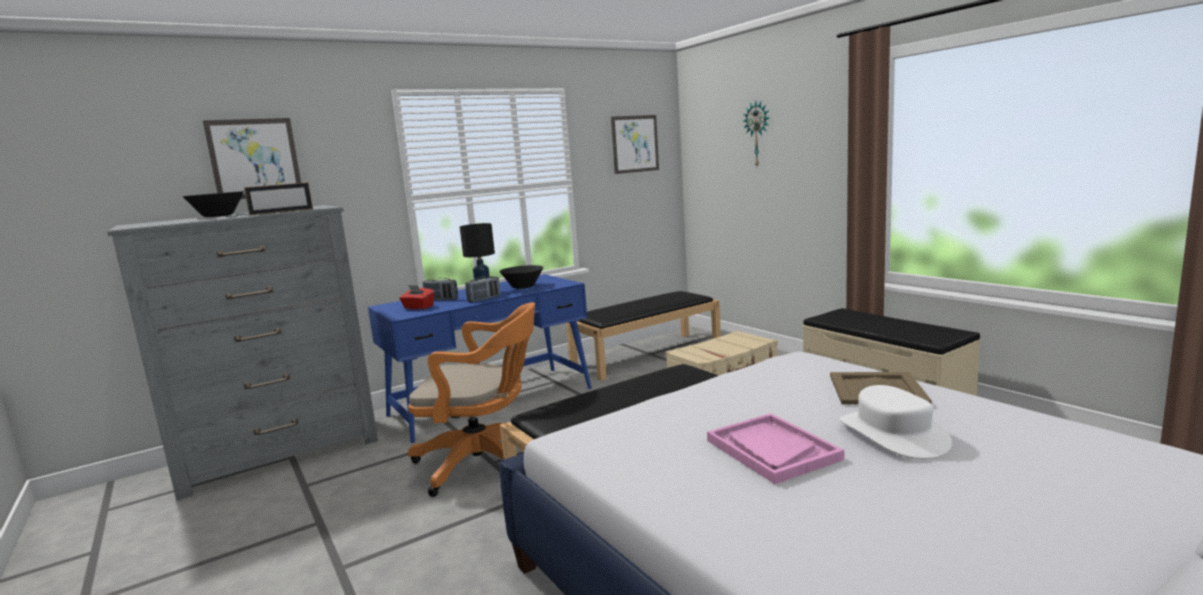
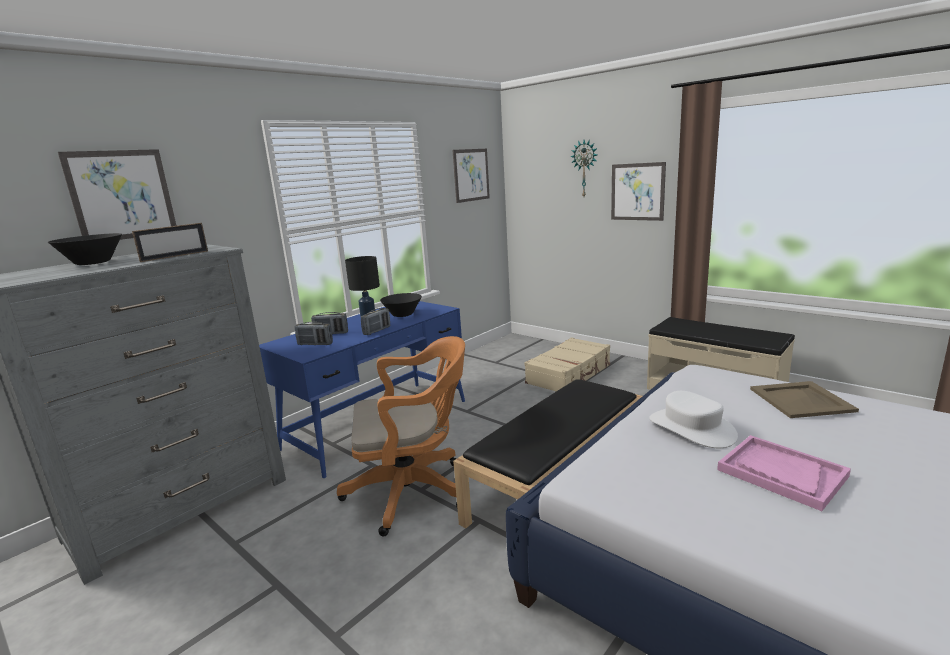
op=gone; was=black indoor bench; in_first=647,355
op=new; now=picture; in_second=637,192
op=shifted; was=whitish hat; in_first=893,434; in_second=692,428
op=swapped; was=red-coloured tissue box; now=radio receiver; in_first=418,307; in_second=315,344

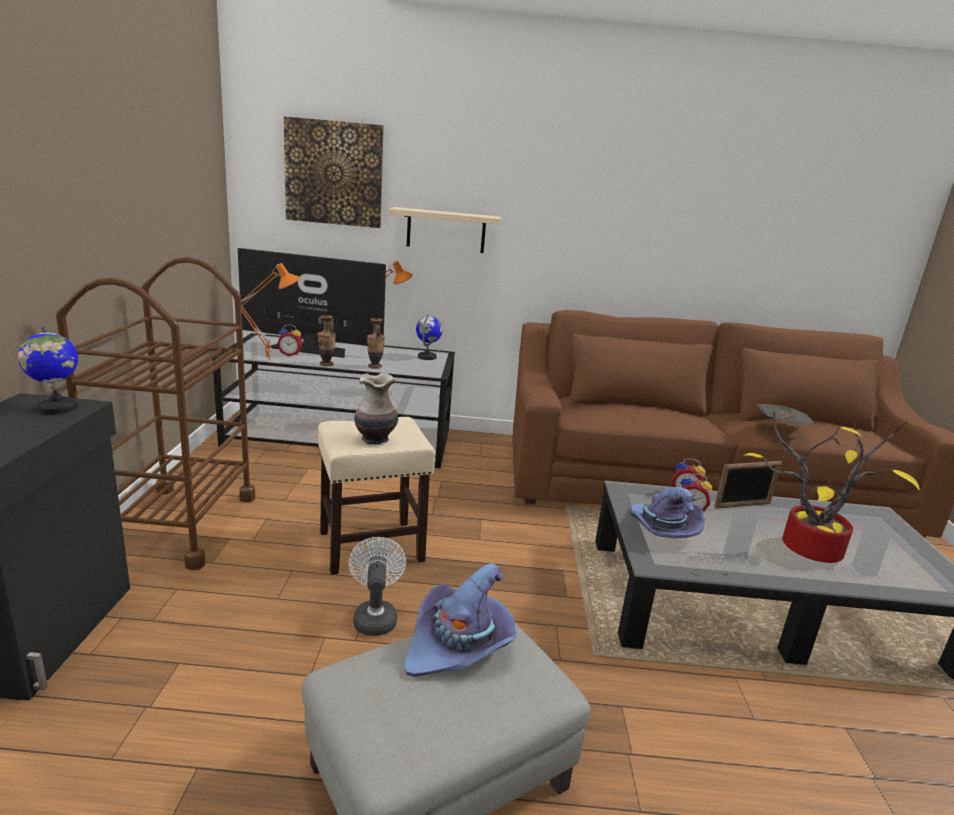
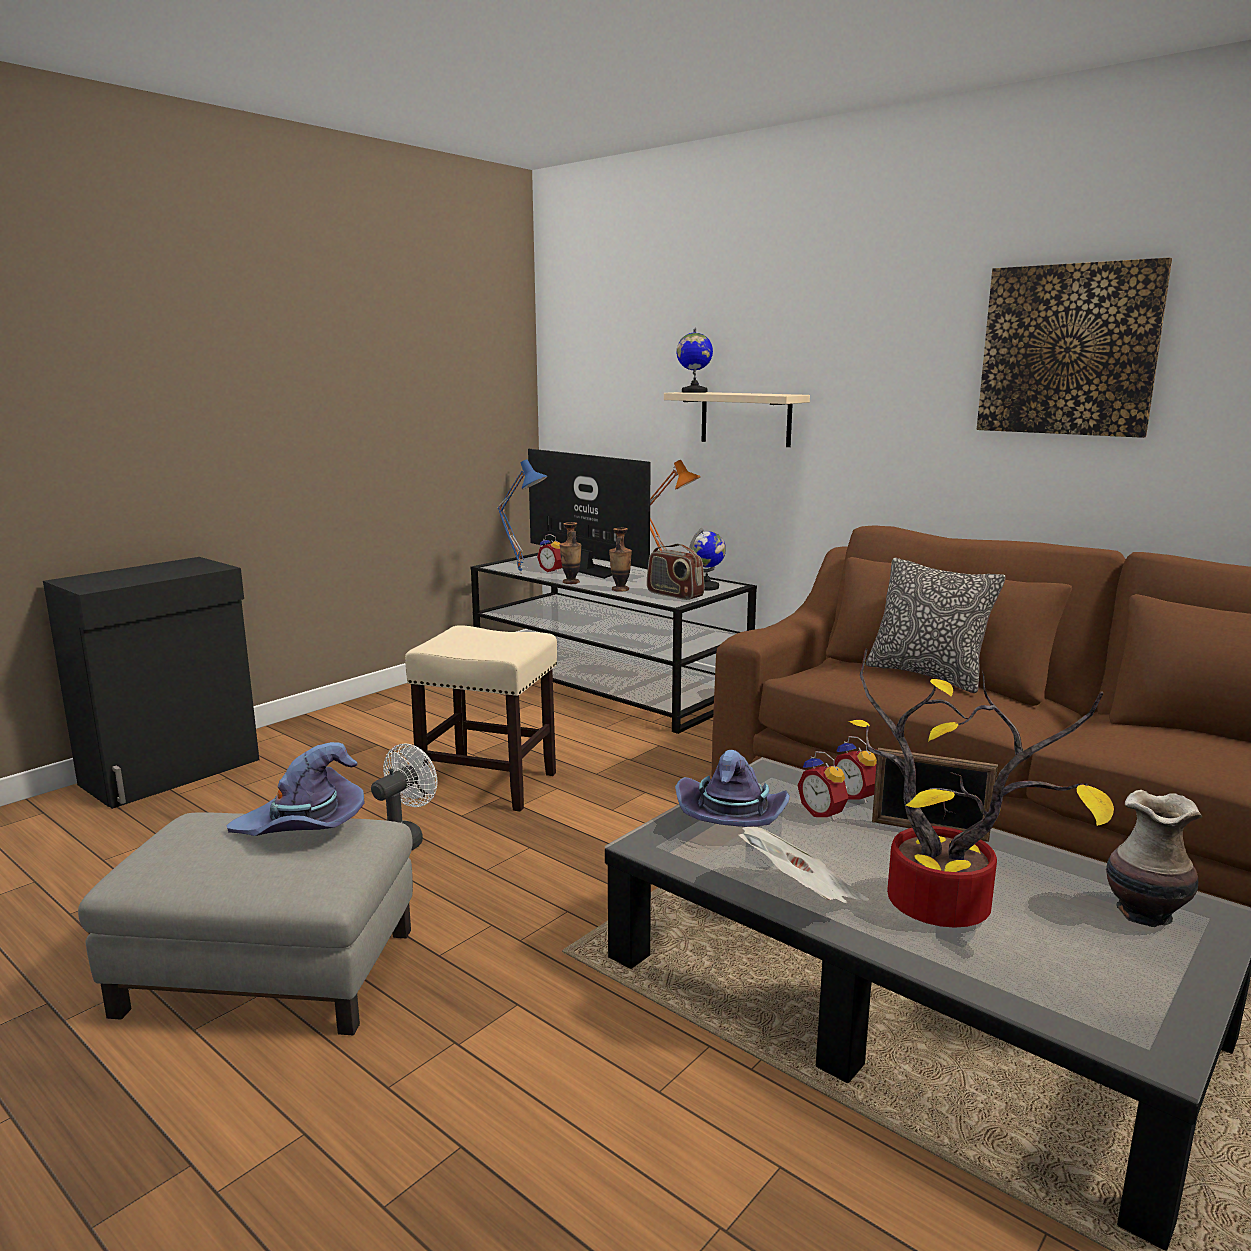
op=gone; was=brown cart; in_first=178,525
op=new; now=radio receiver; in_second=674,595
op=new; now=throw pillow; in_second=927,675
op=shifted; was=world globe; in_first=57,408; in_second=694,392
op=shifted; was=picture; in_first=334,173; in_second=1068,350
op=shifted; was=decorative vase; in_first=374,439; in_second=1143,913
op=shifted; was=daily paper; in_first=782,429; in_second=801,896
op=repainted; was=orange-coloured lamp for a table; now=bluish lamp for a table; in_first=270,359; in_second=522,573

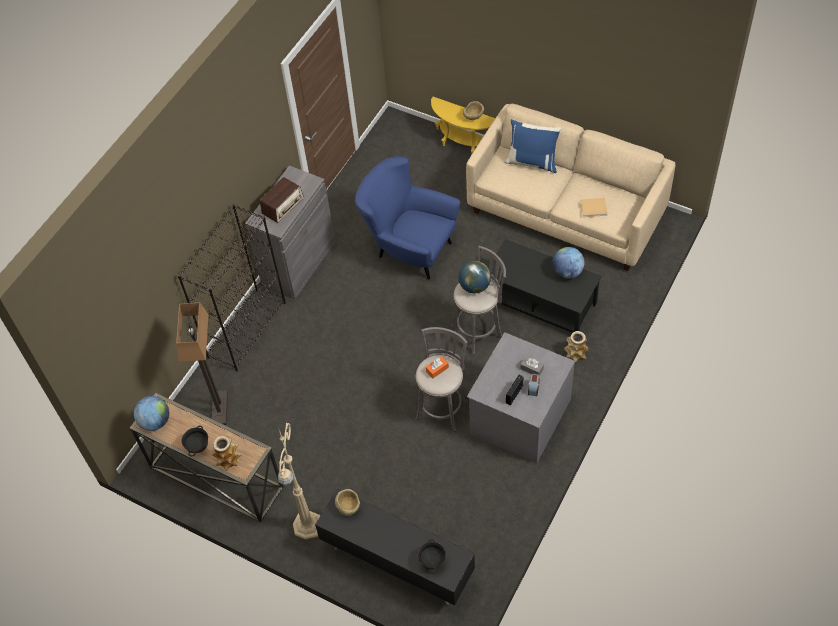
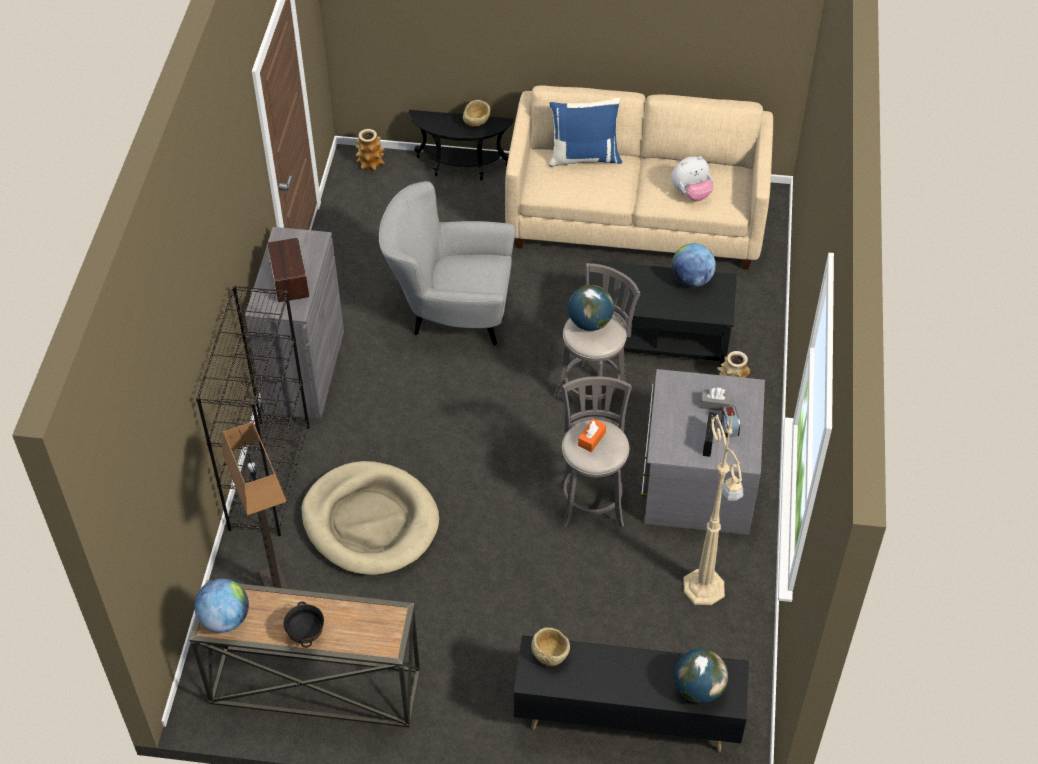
op=new; now=beige pet bed; in_second=370,522
op=shifted; was=decorative vase; in_first=228,459; in_second=371,162
op=shifted; was=beige standing lamp; in_first=307,527; in_second=704,589
op=swapped; was=black deep dish; now=world globe; in_first=432,561; in_second=698,689
op=swapped; was=beige book; now=soft toy; in_first=594,208; in_second=691,193
op=repainted; was=bluish armchair; now=gray armchair; in_first=409,249; in_second=451,314
op=repainted; was=yellowish end table; now=black end table; in_first=462,144; in_second=460,168
op=rotated; was=radio receiver; in_first=283,205; in_second=289,279; clockwise=150

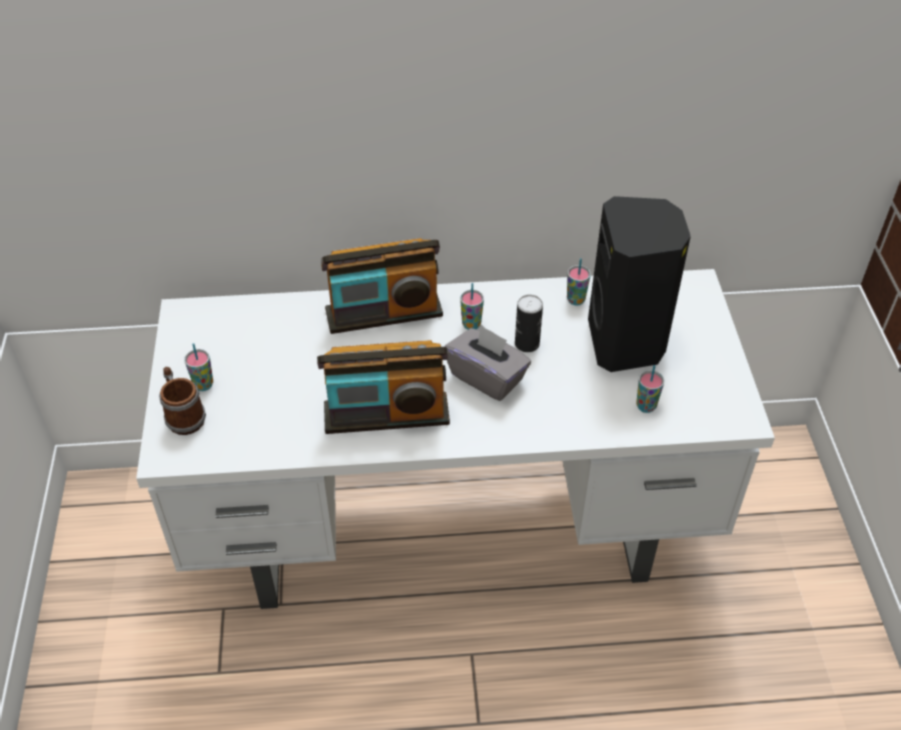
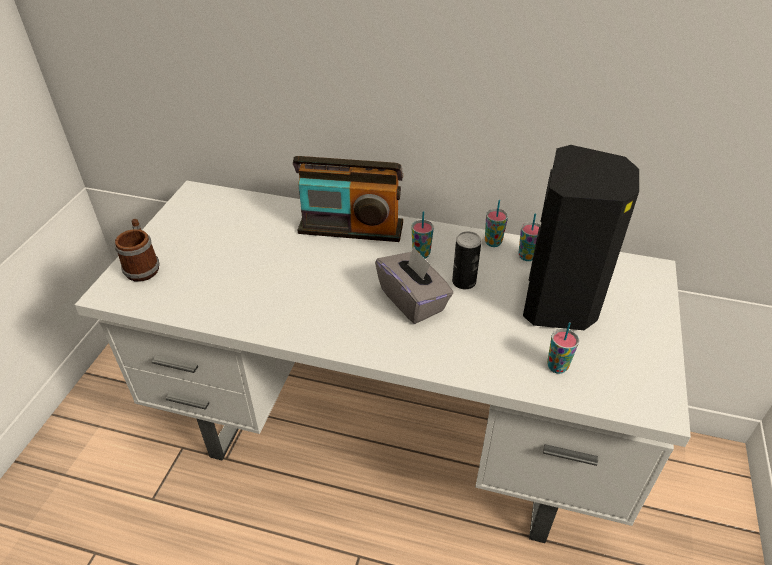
op=gone; was=radio receiver; in_first=386,415
op=shifted; was=cup; in_first=203,385; in_second=493,242

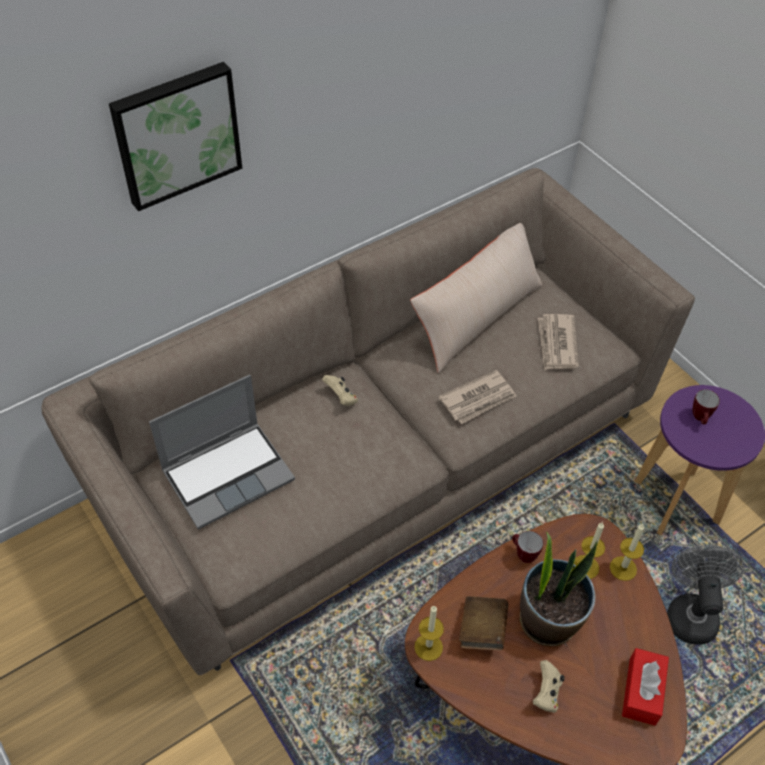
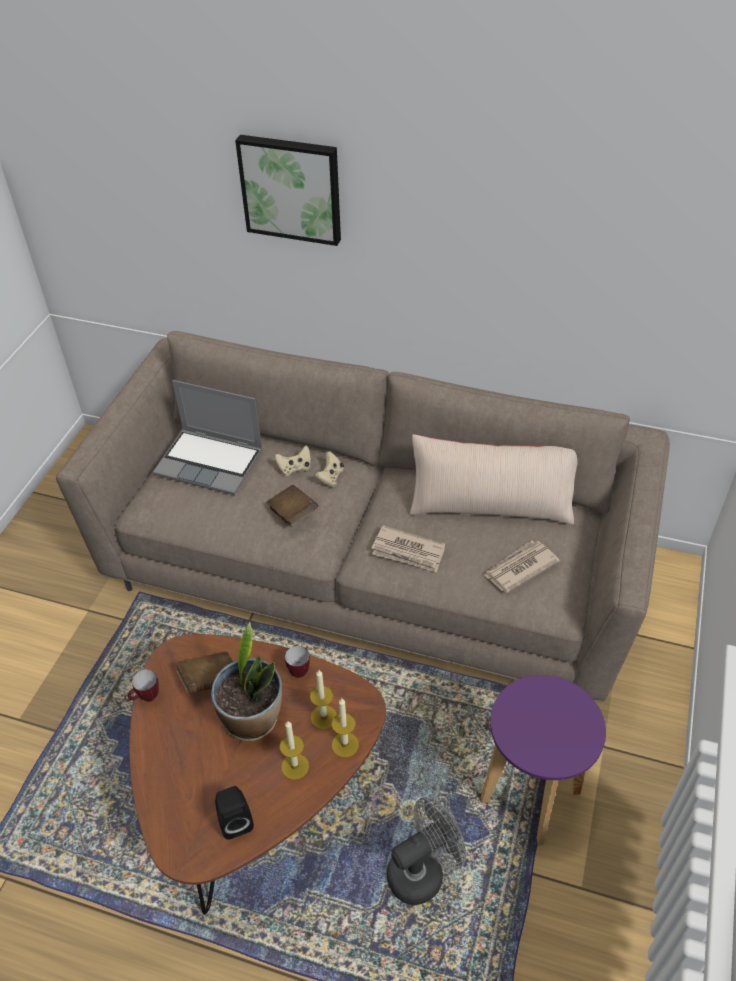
op=new; now=brown book; in_second=293,514
op=shifted; was=wax candle; in_first=428,647; in_second=295,766
op=shifted; was=beige game controller; in_first=546,693; in_second=294,468
op=shifted; was=tea mug; in_first=700,419; in_second=146,698
op=swapped; was=red-coloured tissue box; now=black speaker; in_first=642,691; in_second=235,820

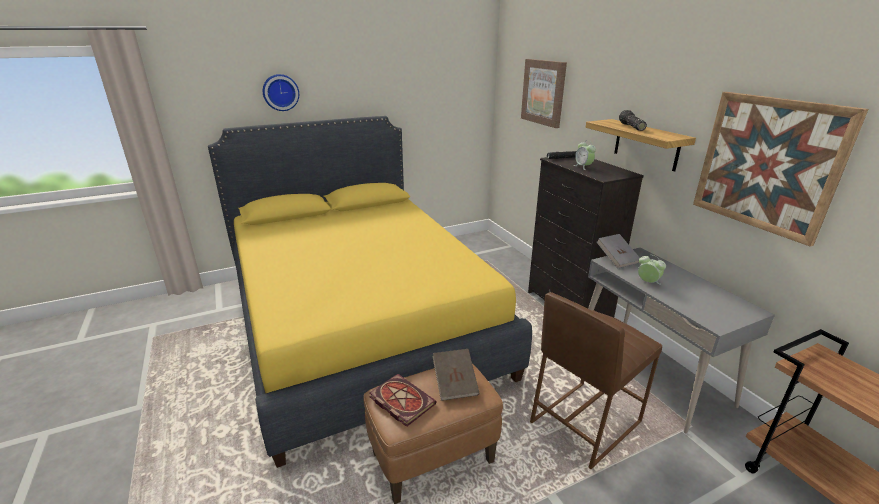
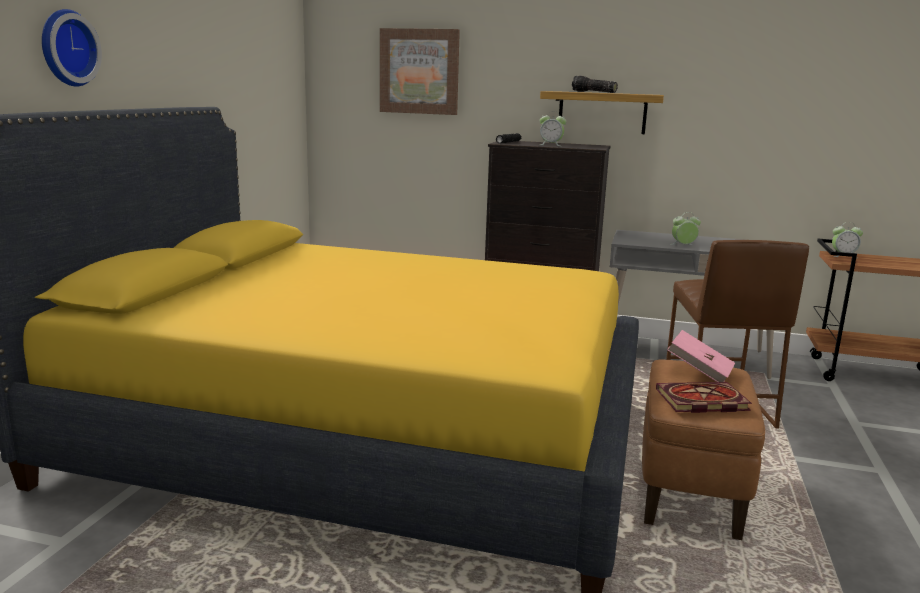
op=gone; was=gray book; in_first=617,259
op=gone; was=picture; in_first=767,164
op=new; now=bedside clock; in_second=843,256
op=repainted; was=brown book; now=pinkish book; in_first=455,384; in_second=699,372

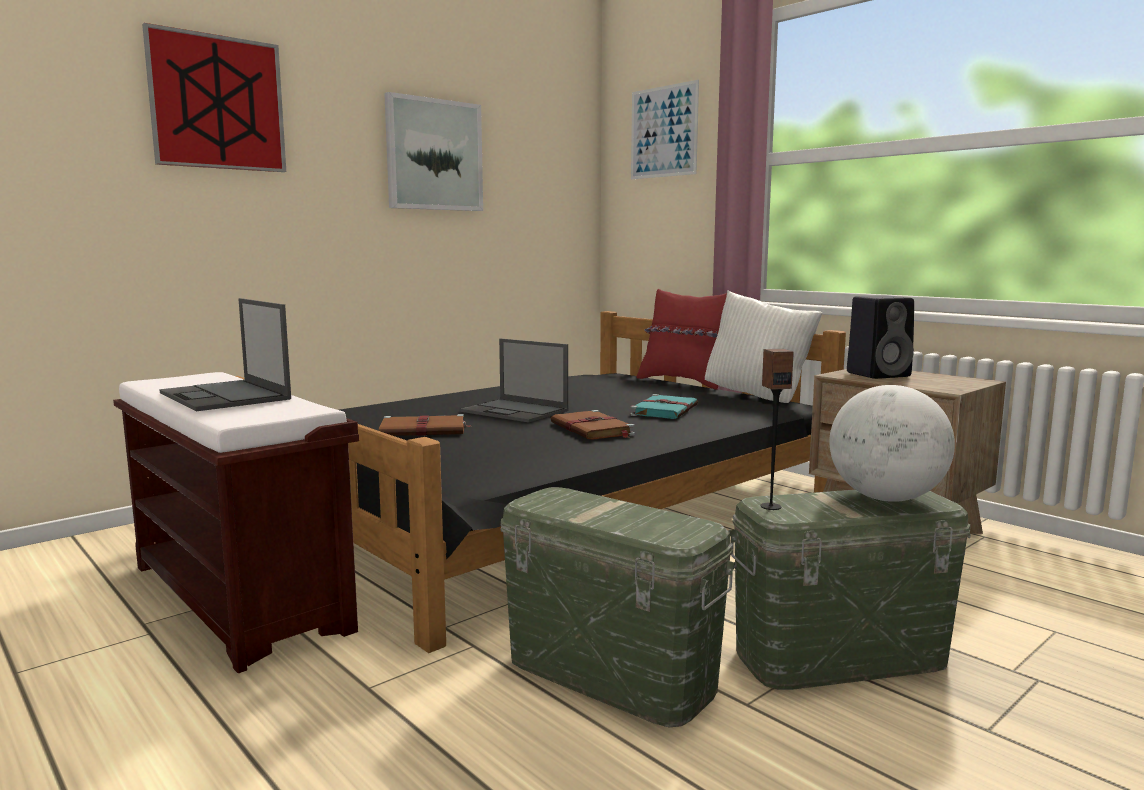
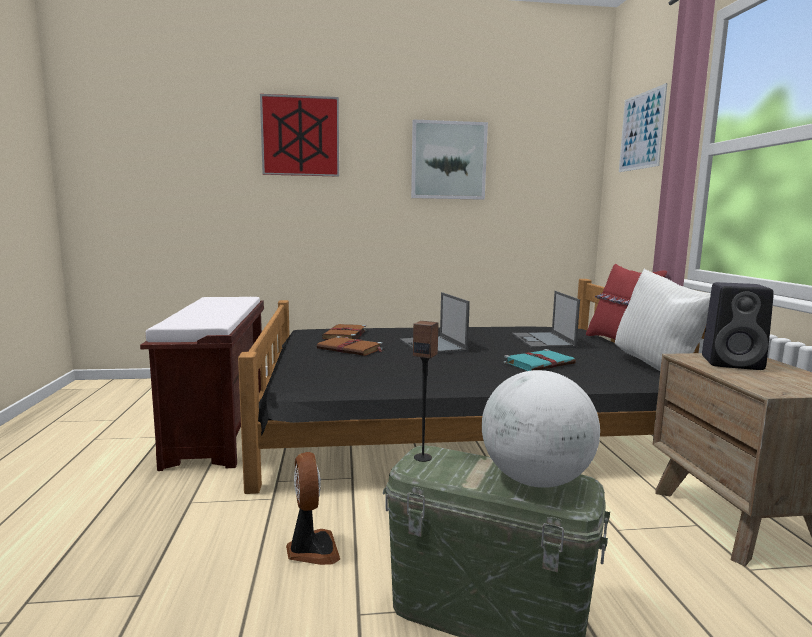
op=shifted; was=laptop; in_first=226,396; in_second=543,341
op=shifted; was=brown book; in_first=592,429; in_second=344,335
op=swapped; was=green-coloured storage box; now=fan; in_first=609,674; in_second=311,549

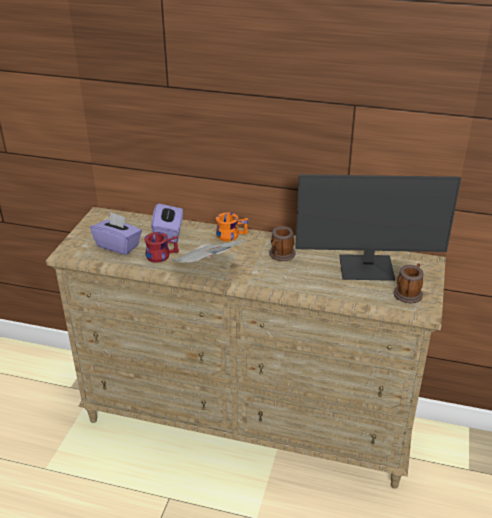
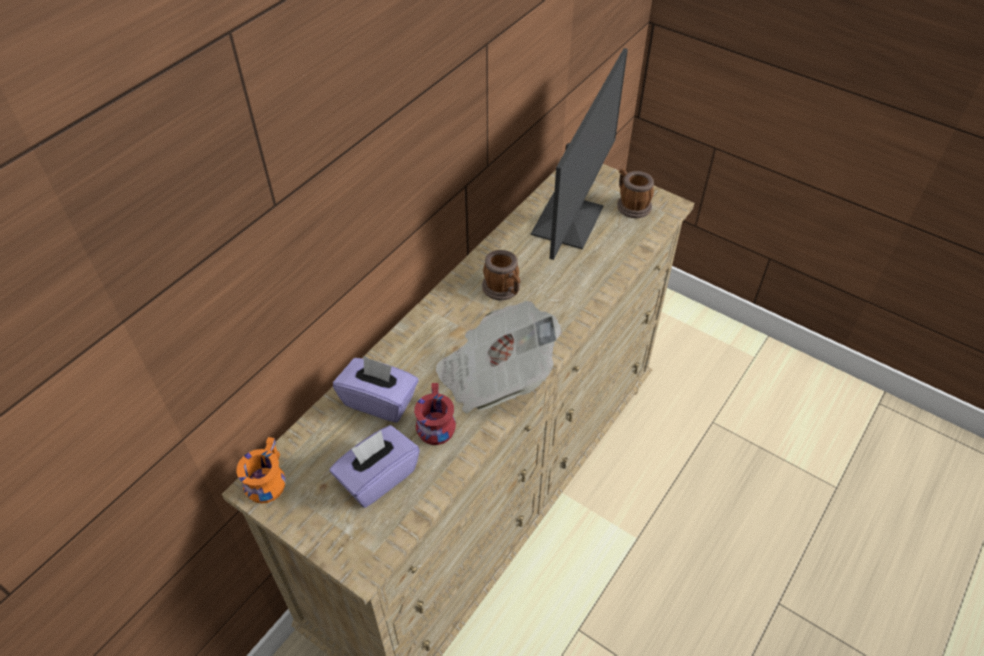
op=shifted; was=orange-coloured tea mug; in_first=230,234; in_second=264,479

